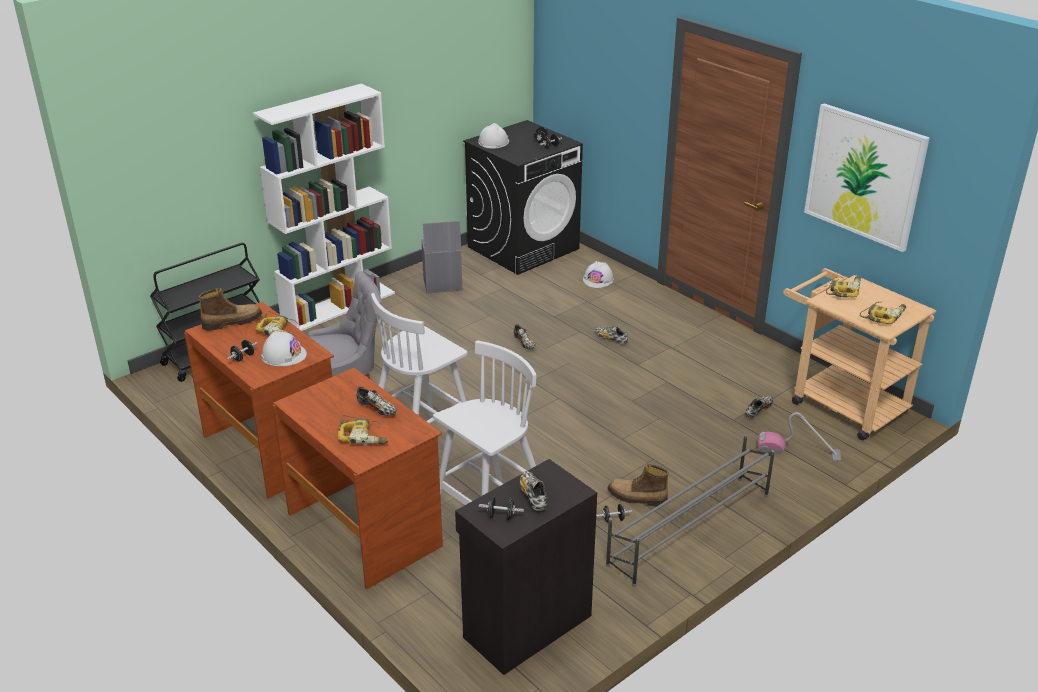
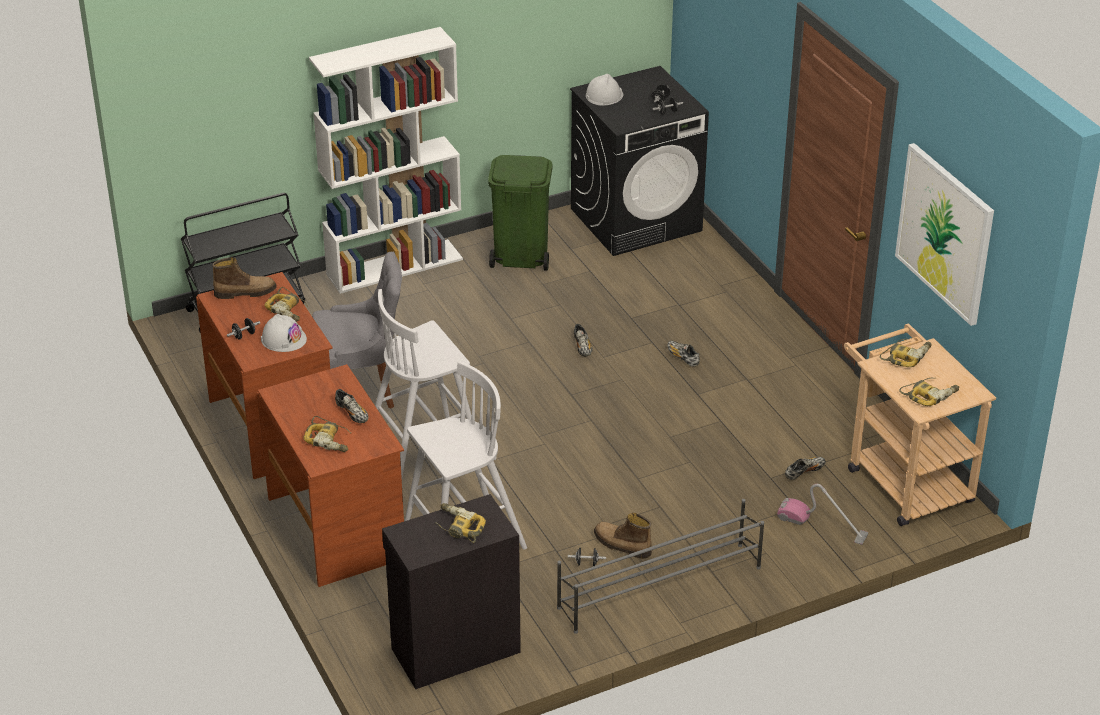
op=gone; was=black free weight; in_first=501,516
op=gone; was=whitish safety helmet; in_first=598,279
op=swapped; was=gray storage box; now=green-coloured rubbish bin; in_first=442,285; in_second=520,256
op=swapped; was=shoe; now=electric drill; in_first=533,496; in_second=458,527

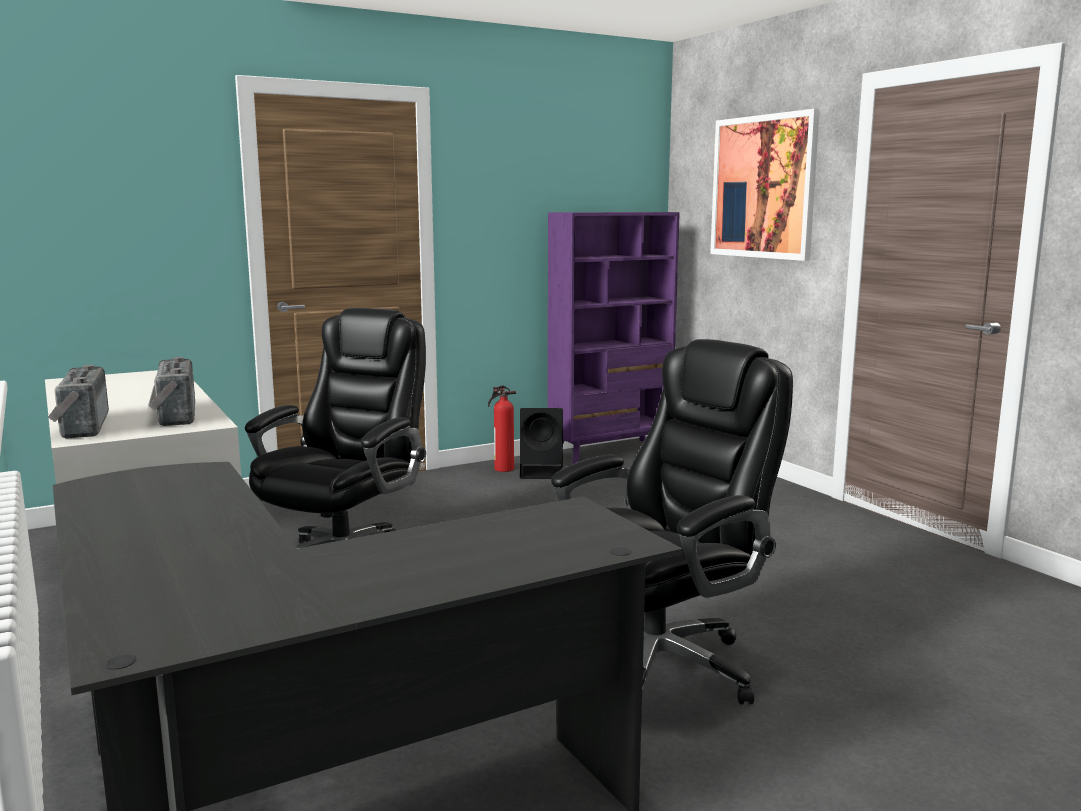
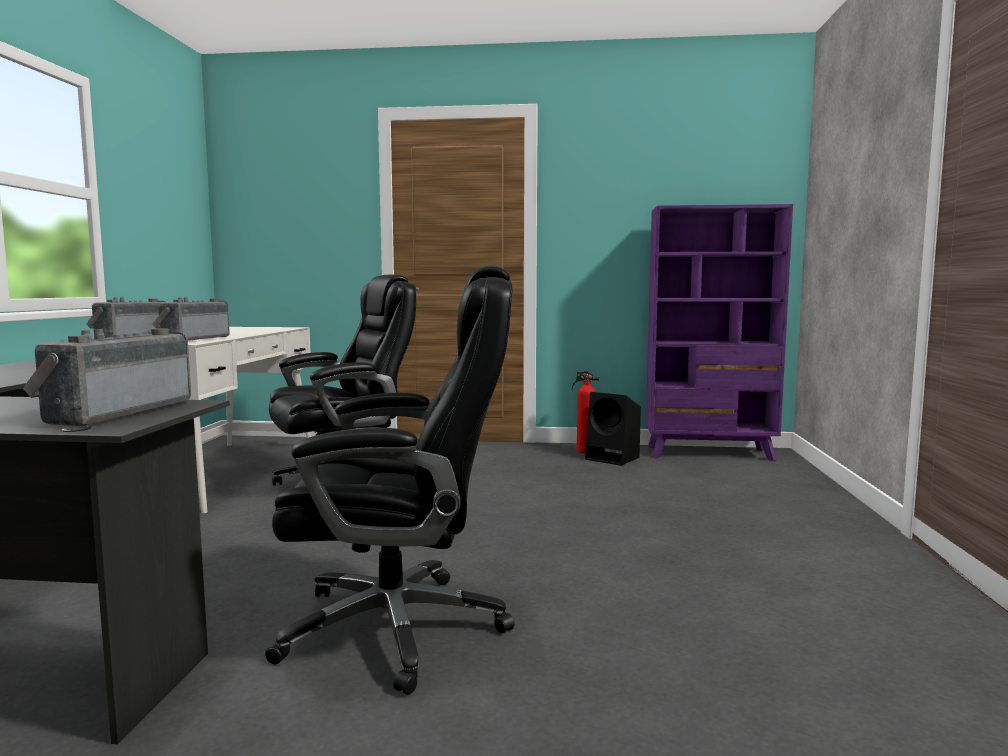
op=gone; was=picture; in_first=763,187
op=new; now=radio receiver; in_second=116,411

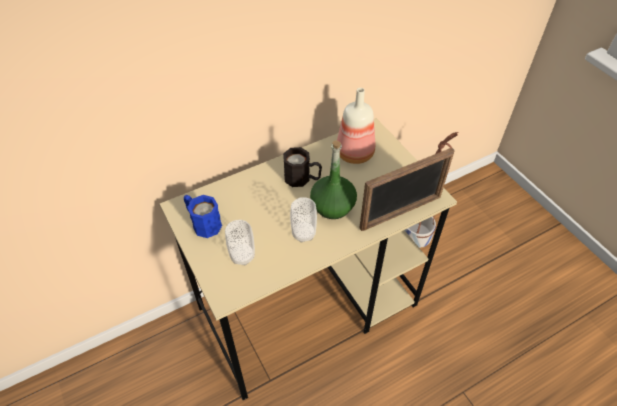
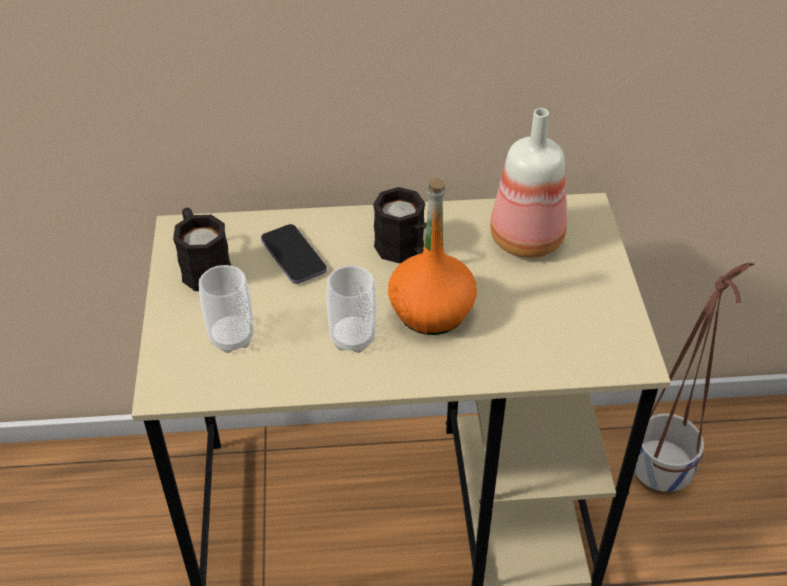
op=gone; was=photo frame; in_first=401,212
op=new; now=phone; in_second=293,256
op=repainted; was=bluish tea mug; now=black tea mug; in_first=203,223; in_second=203,266
op=repainted; was=green-coloured bottle; now=orange-coloured bottle; in_first=333,206; in_second=432,311

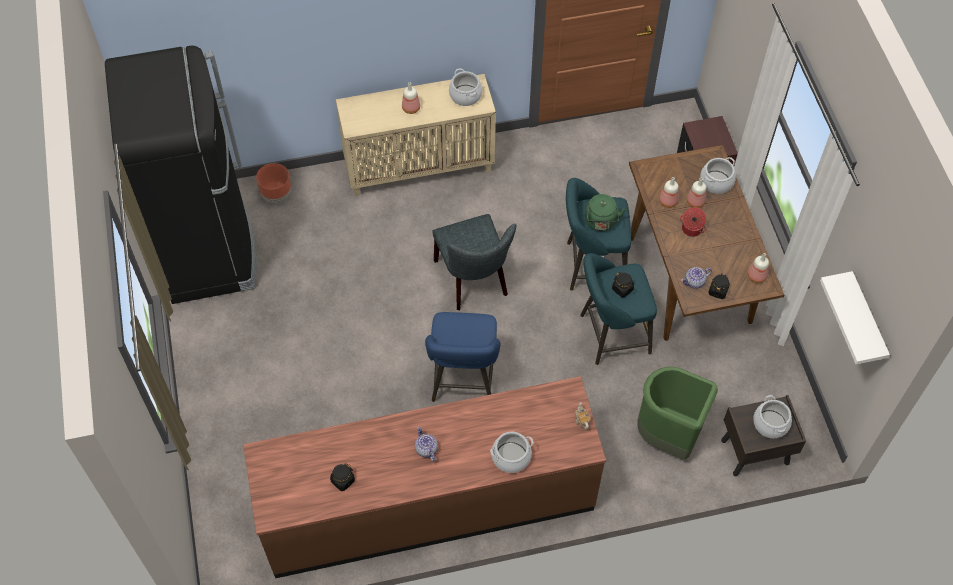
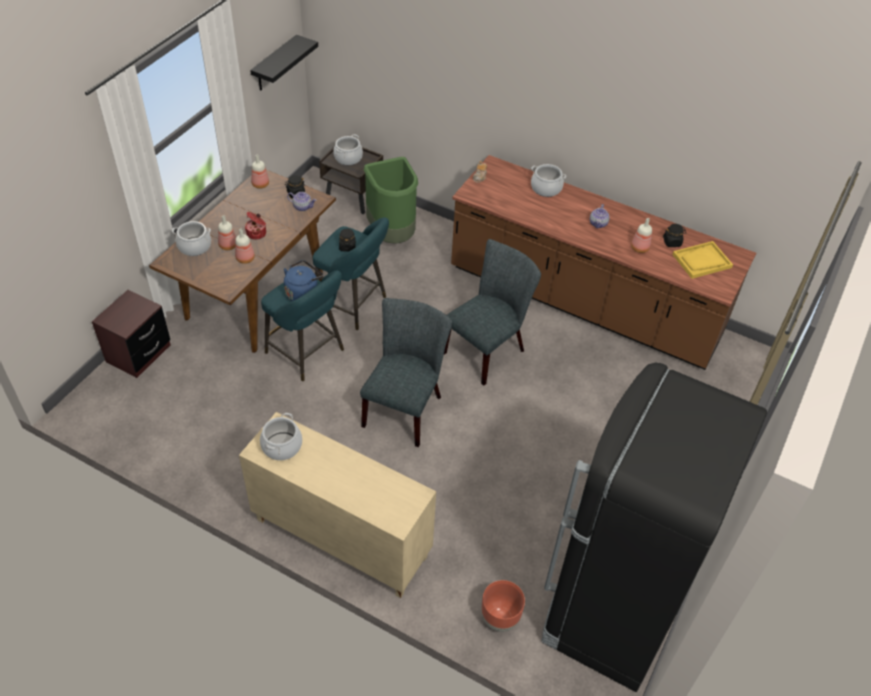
op=new; now=yellowish tray; in_second=701,261
op=shifted; was=bottle; in_first=411,108; in_second=639,248
op=swapped; was=bluish stool; now=gray chair; in_first=463,382; in_second=487,349
op=repainted; was=green-coloured tea kettle; now=bluish tea kettle; in_first=601,222; in_second=303,293
op=repainted; was=whitish bracket shelf; now=black bracket shelf; in_first=866,321; in_second=275,64

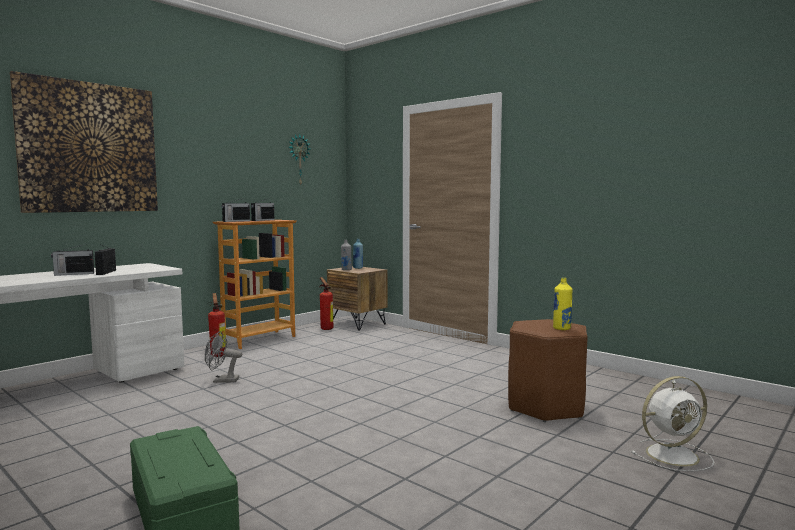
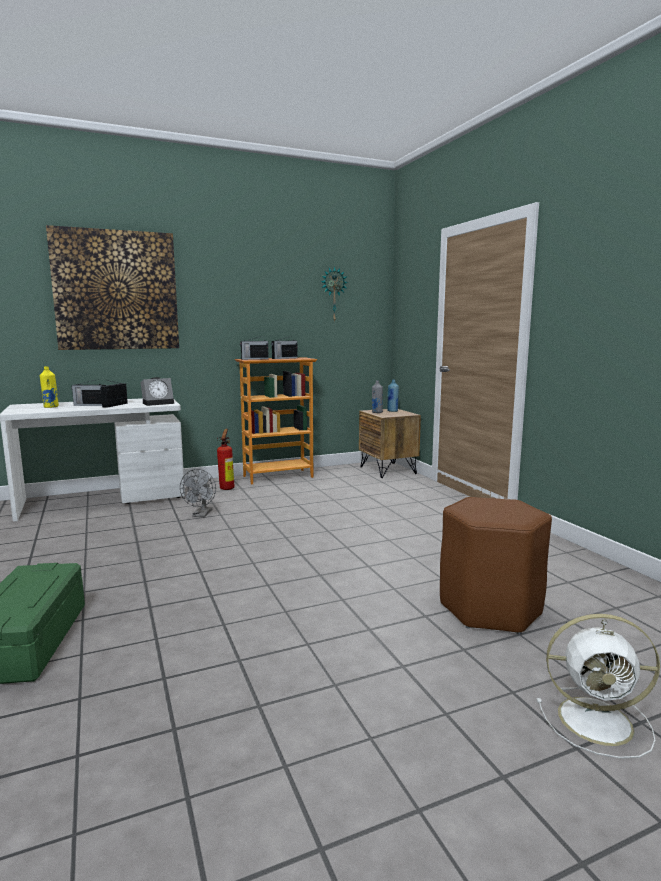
op=gone; was=fire extinguisher; in_first=326,328
op=new; now=bedside clock; in_second=159,403
op=shifted; was=yellowish bottle; in_first=561,328; in_second=51,407
op=rotated; was=gray fan; in_first=222,380; in_second=201,515; clockwise=-105

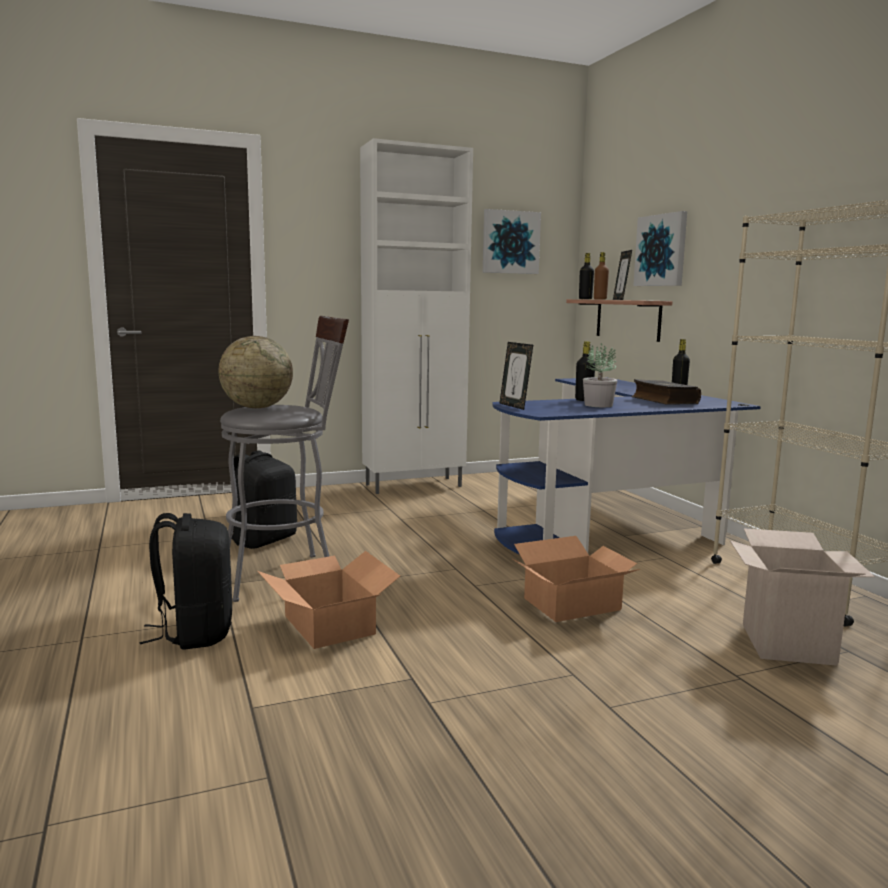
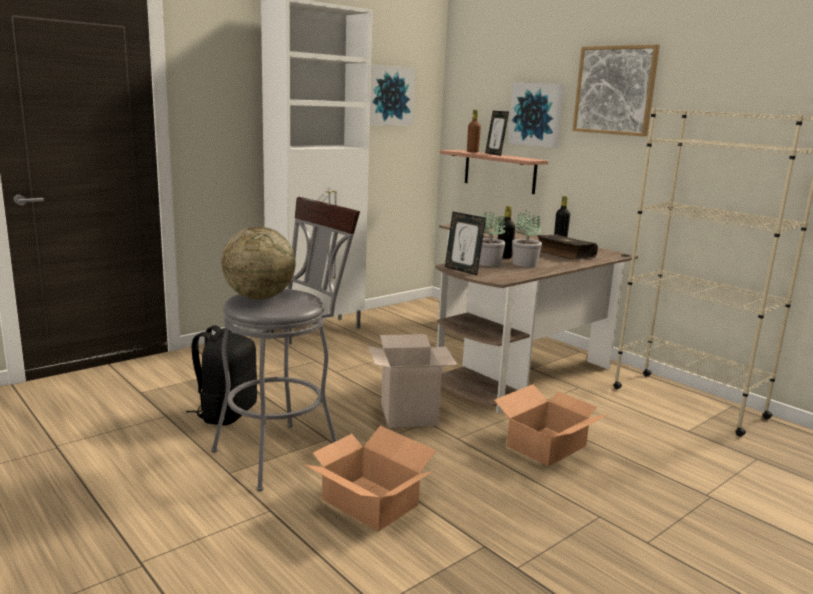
op=gone; was=black rucksack; in_first=195,633
op=gone; was=black bottle; in_first=585,299
op=new; now=houseplant; in_second=488,263
op=new; now=picture; in_second=615,90
op=shifted; was=cardboard box; in_first=787,644; in_second=409,415
op=repainted; was=bluish desk; now=brown desk; in_first=614,524; in_second=516,357

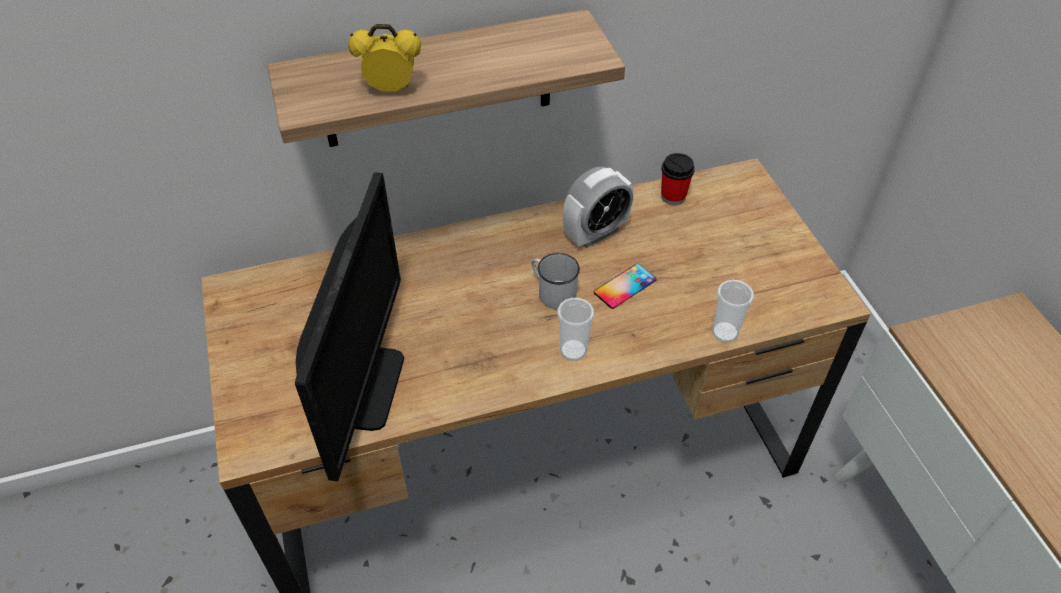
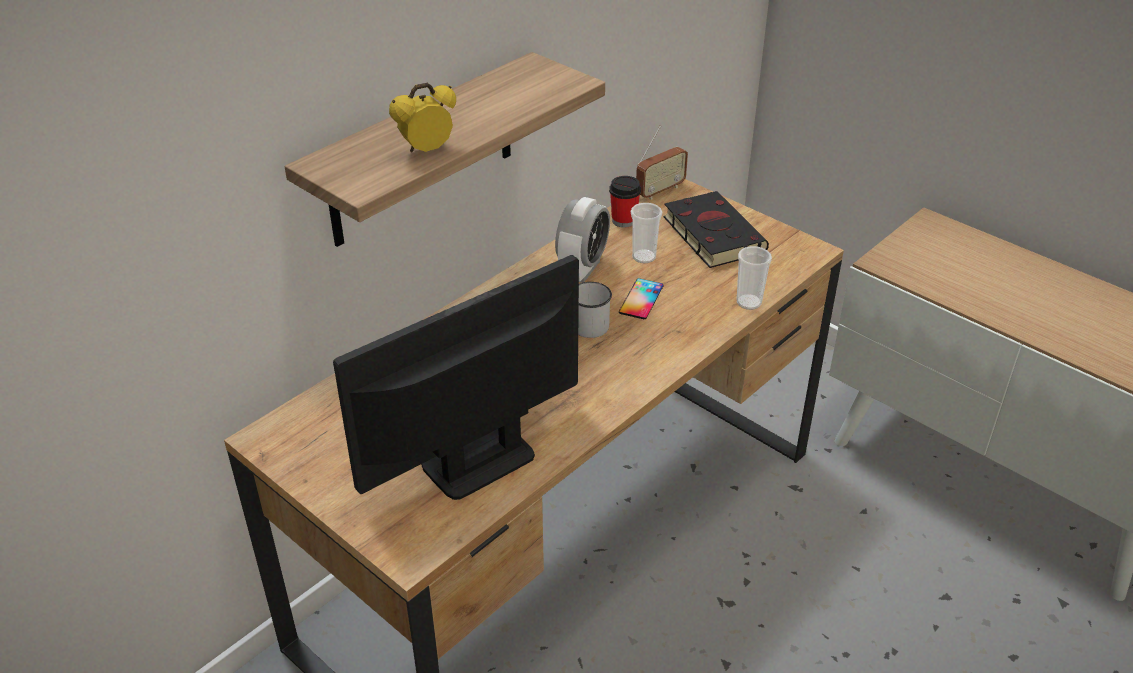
op=new; now=radio receiver; in_second=660,191
op=new; now=black book; in_second=711,233
op=shifted; was=cup; in_first=573,350; in_second=644,257
op=rotated; was=computer display; in_first=364,387; in_second=478,460; clockwise=-105

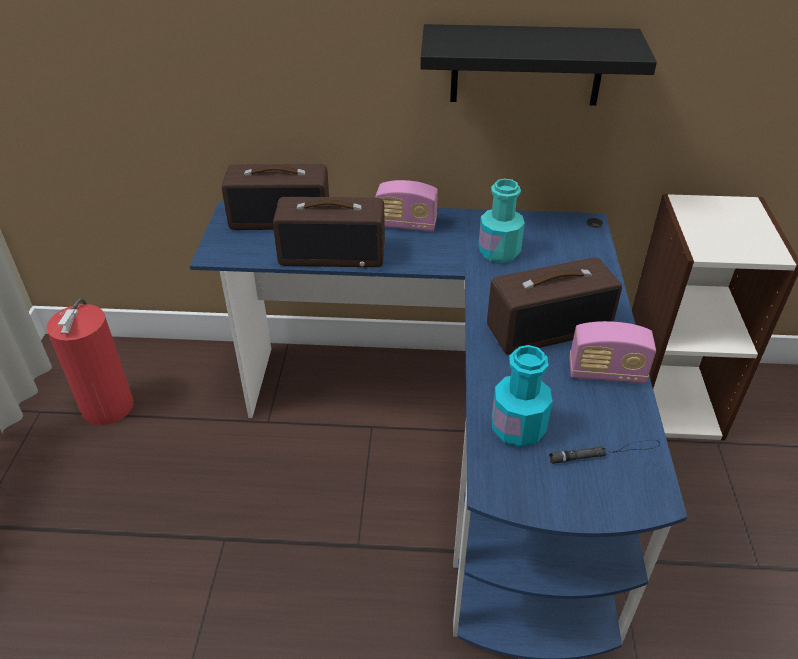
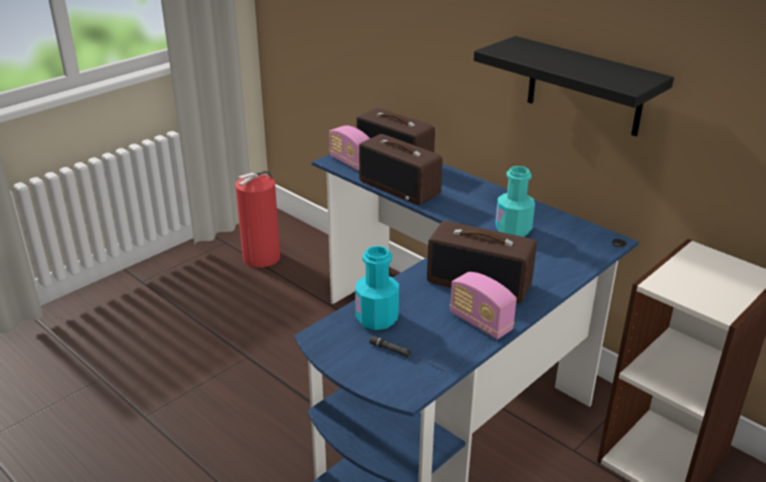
op=shifted; was=radio receiver; in_first=406,225; in_second=350,162

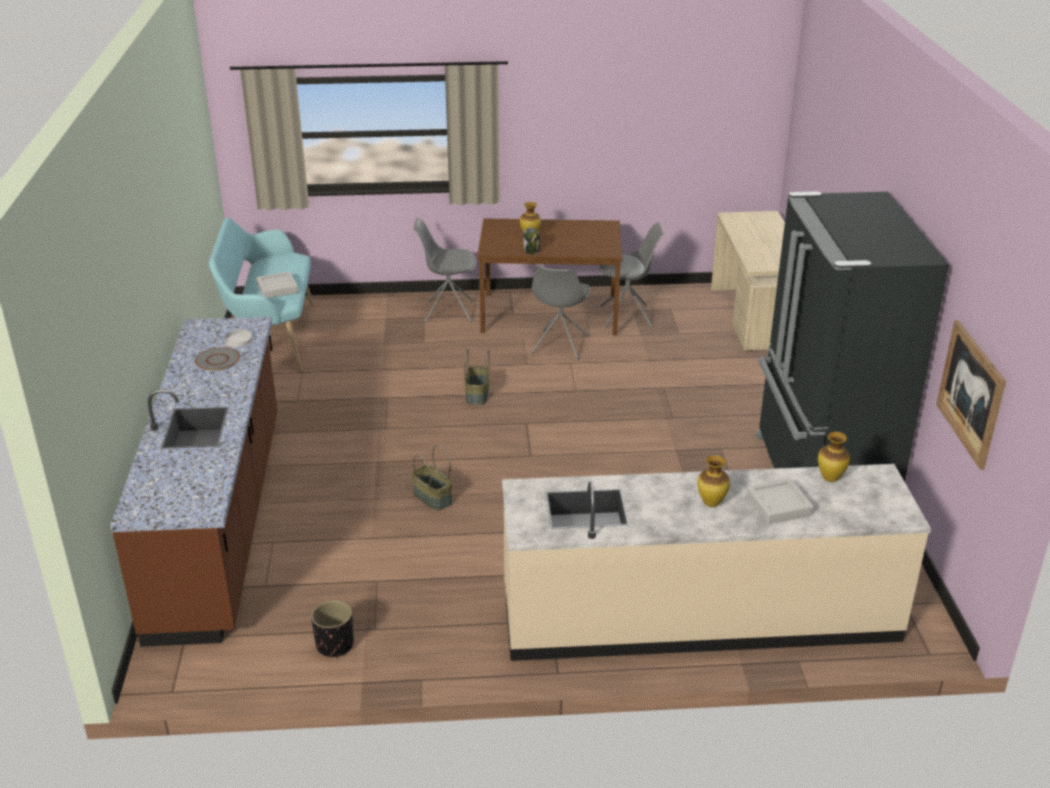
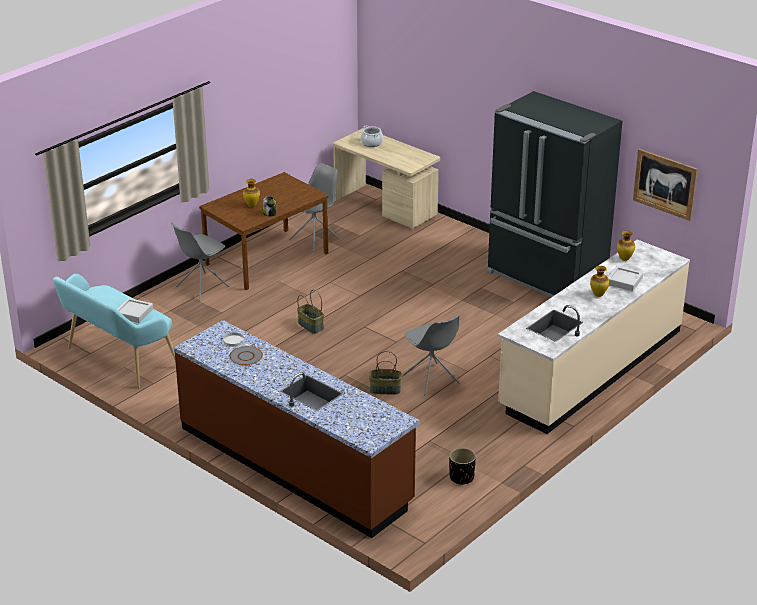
op=new; now=saucepot; in_second=371,143
op=shifted; was=gray chair; in_first=559,345; in_second=431,380

